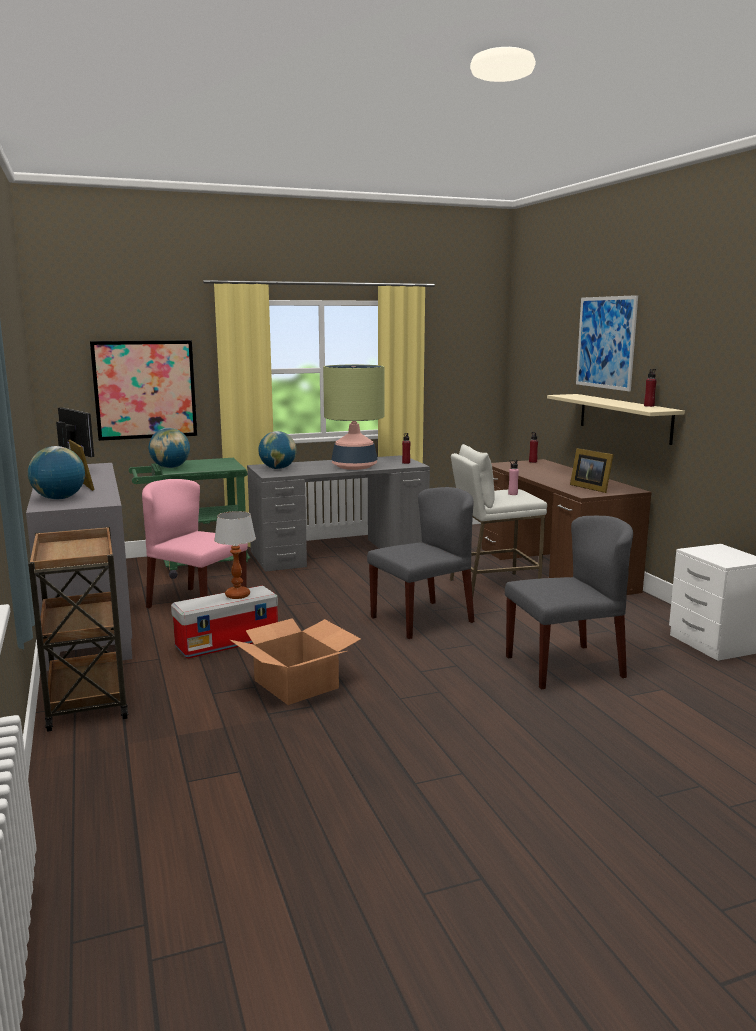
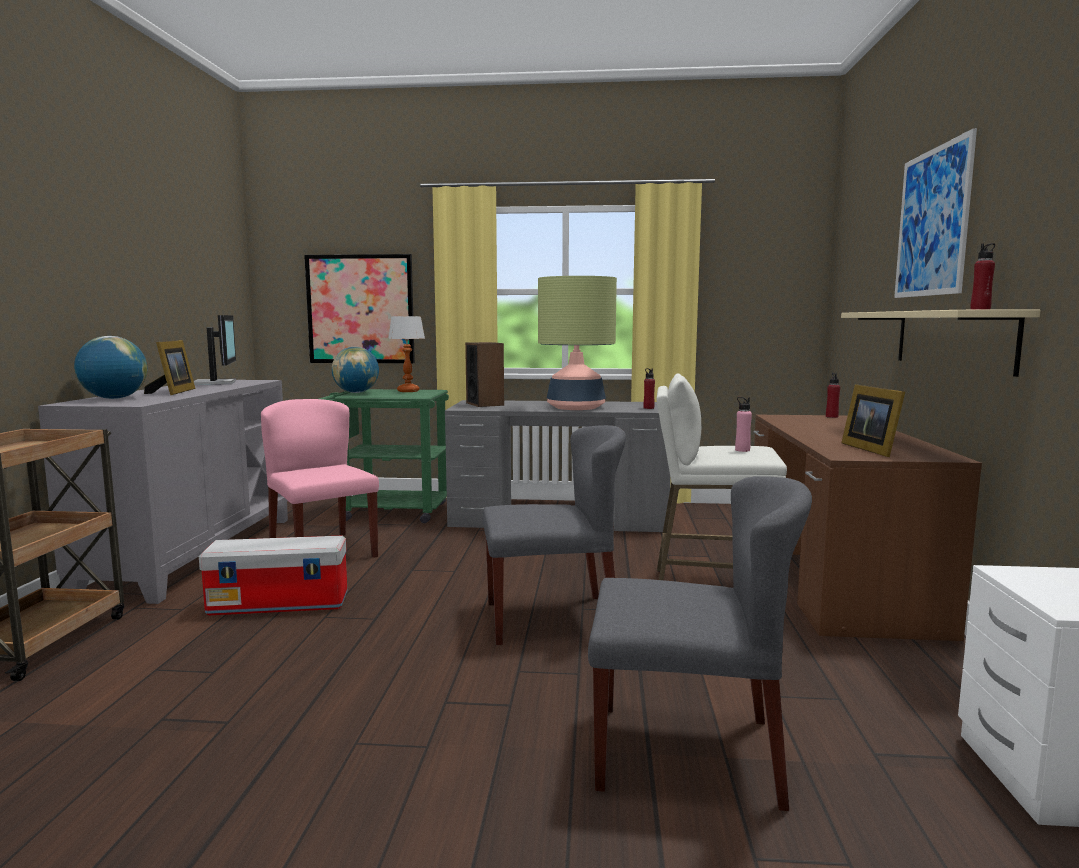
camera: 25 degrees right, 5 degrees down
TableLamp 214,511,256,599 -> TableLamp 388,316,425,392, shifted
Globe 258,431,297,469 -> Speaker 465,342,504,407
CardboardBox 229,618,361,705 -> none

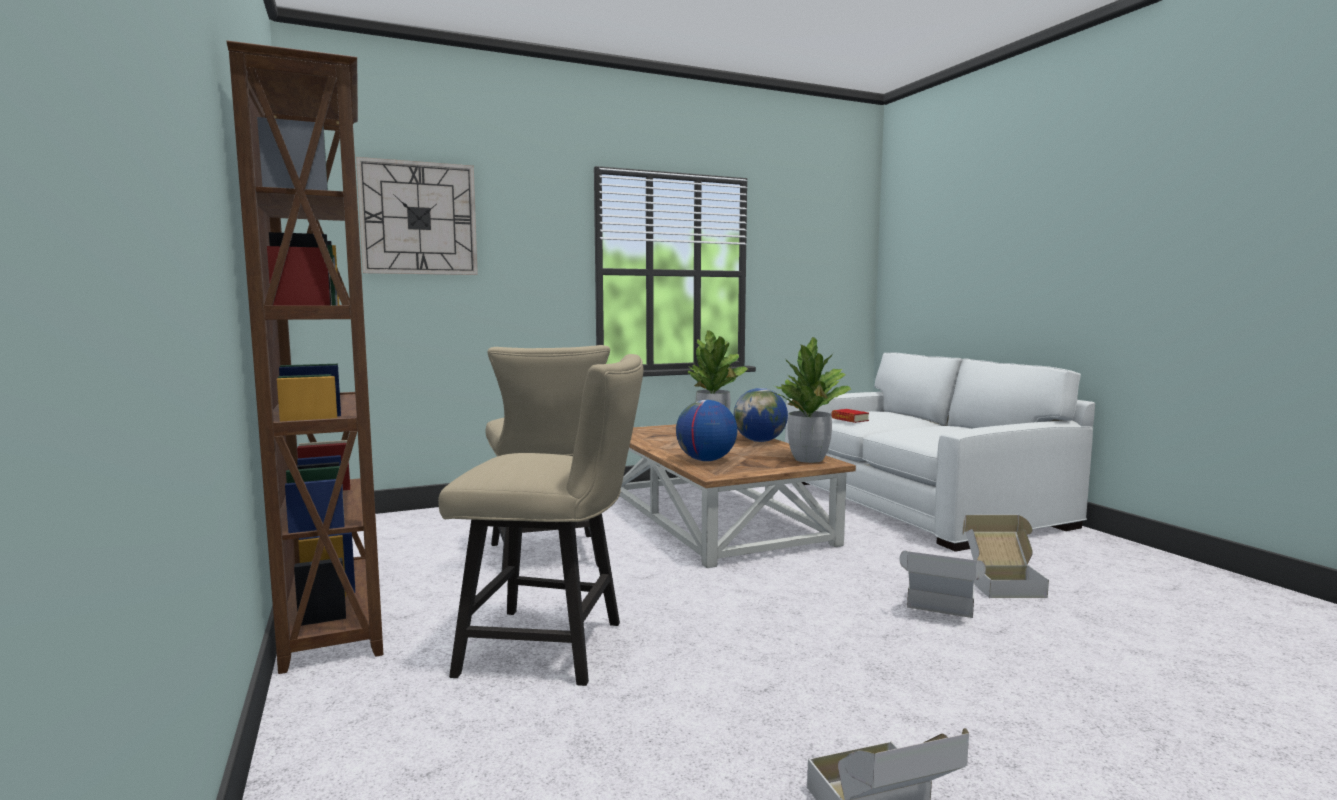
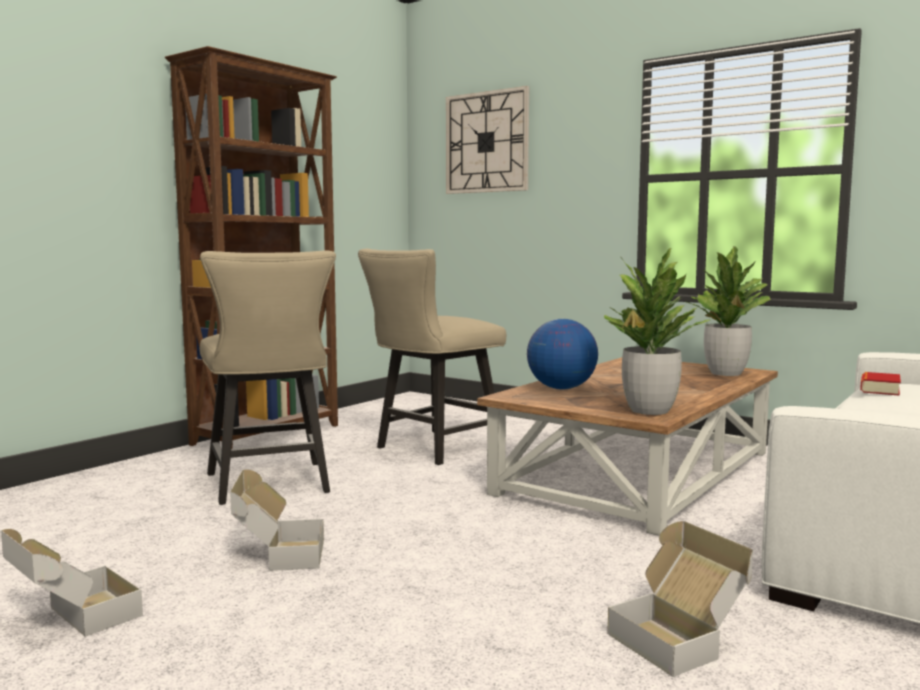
camera: 60 degrees right, 0 degrees up
CardboardBox 900,551,986,618 -> CardboardBox 230,470,324,571, shifted
Globe 734,388,788,442 -> none

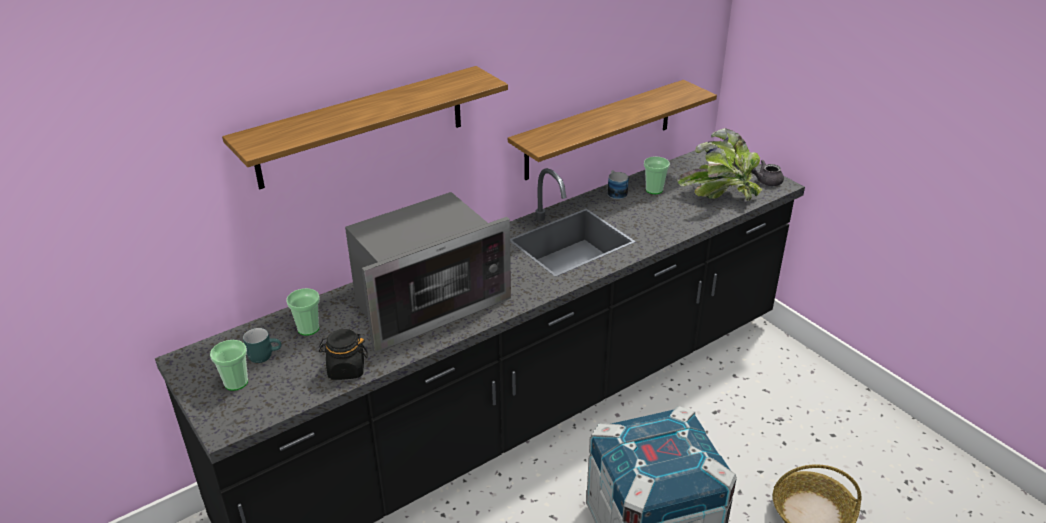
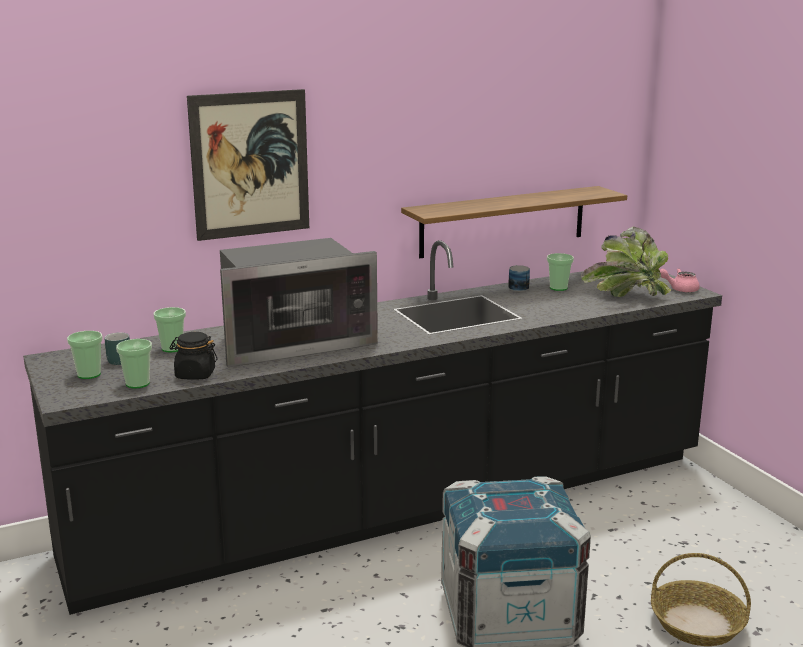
camera: 10 degrees right, 15 degrees down
none -> Cup 116,339,152,389
Shelf 222,66,508,189 -> Picture 187,89,309,241
GreyTeapot 751,160,784,186 -> PinkTeapot 660,268,700,292

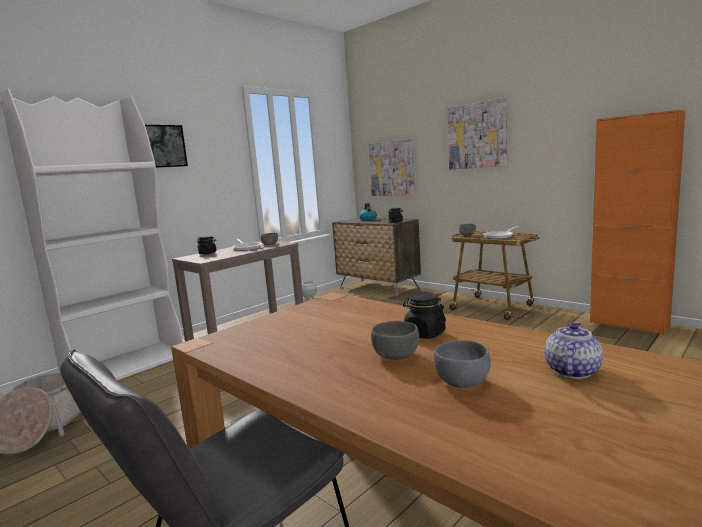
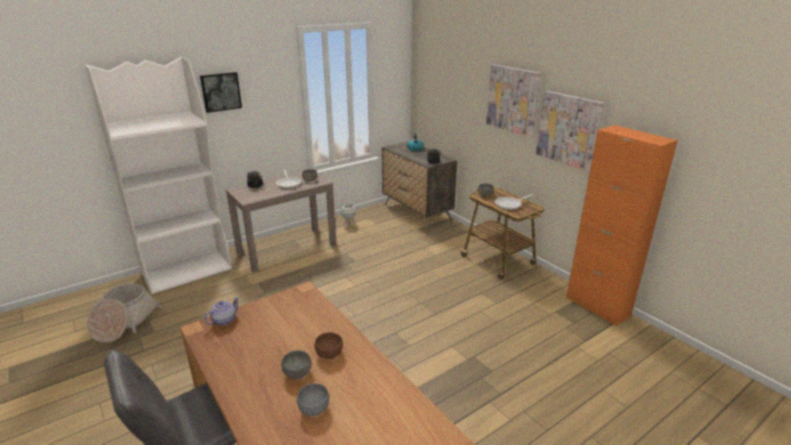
camera: 10 degrees right, 15 degrees up
Teapot 545,322,603,379 -> Teapot 204,297,239,326, shifted
BlackJar 403,293,446,339 -> BrownBowl 314,332,343,359
Picture 368,139,415,196 -> Picture 536,91,605,172, shifted

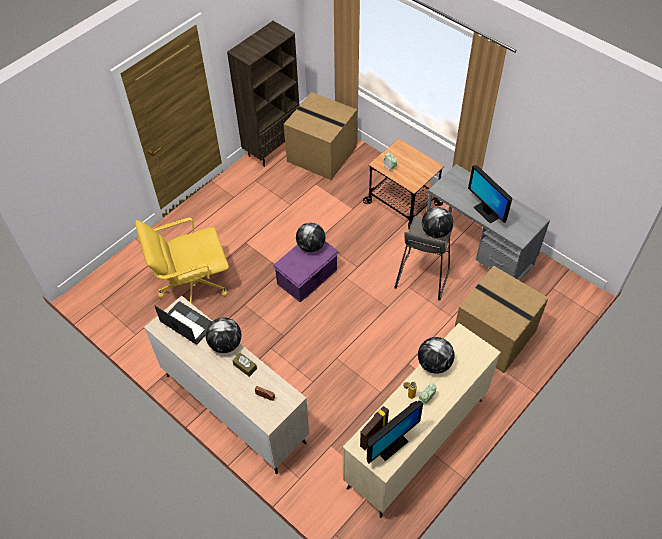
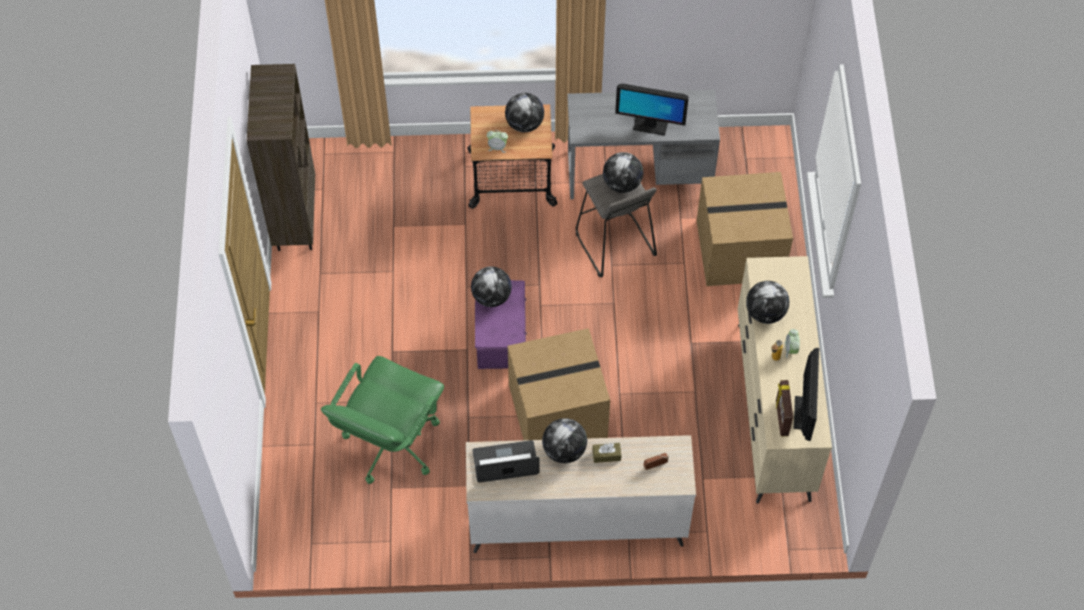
camera: 45 degrees left, 5 degrees up
YellowOfficeChair 135,218,229,304 -> GreenOfficeChair 321,356,444,484
none -> Globe 505,93,544,132
CardboardBox 284,92,357,180 -> CardboardBox 508,328,610,440, shifted

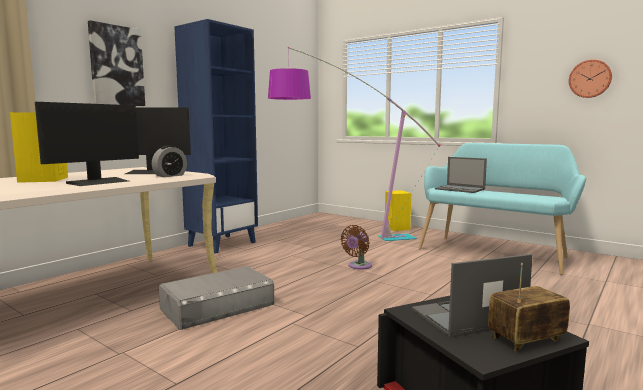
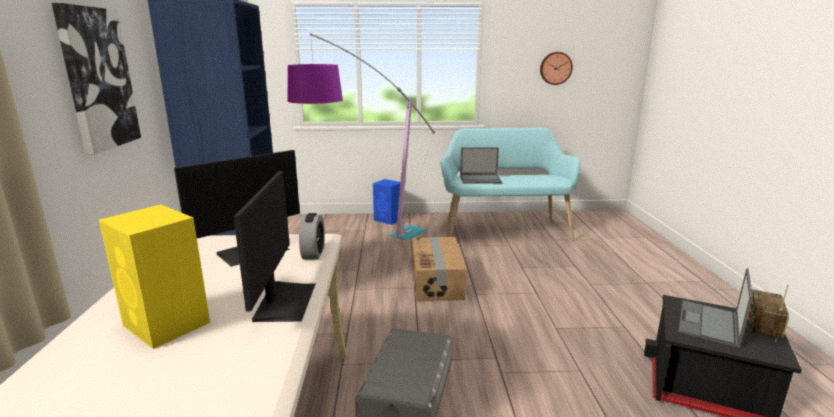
camera: 40 degrees left, 10 degrees up
YellowSpeaker 385,190,411,231 -> BlueSpeaker 373,179,403,225
BrownFan 341,225,372,270 -> CardboardBox 412,237,466,302

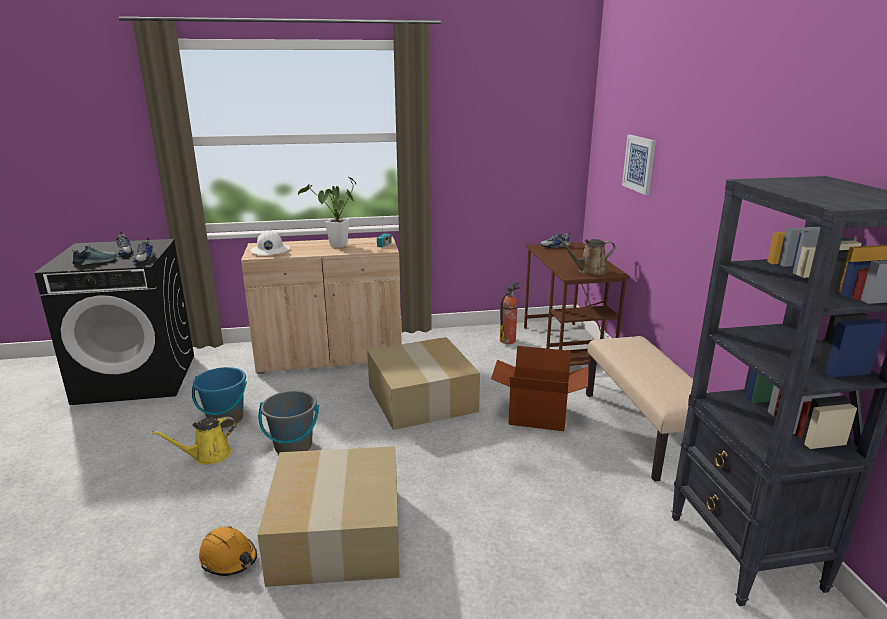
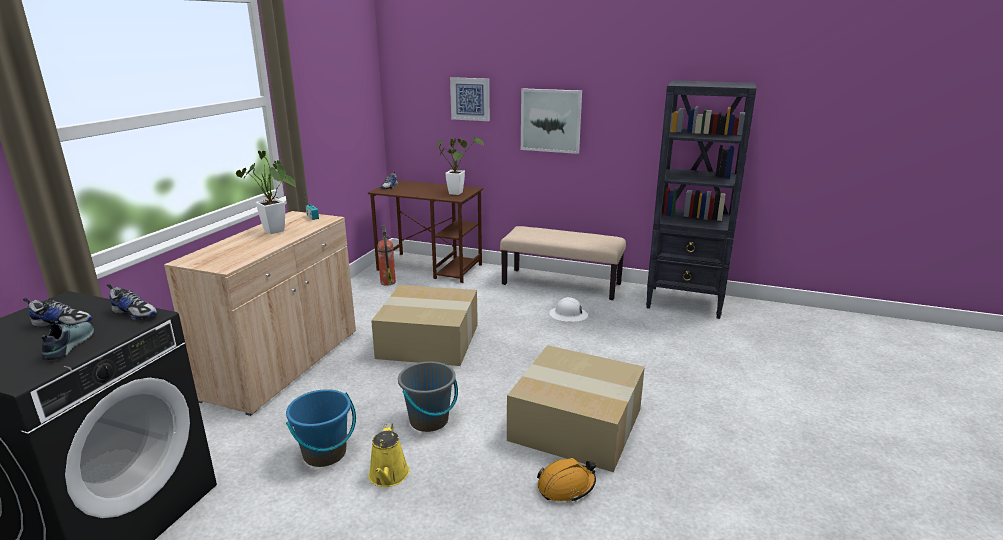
camera: 60 degrees left, 0 degrees up
BrownWateringCan 557,238,616,275 -> PottedPlant 436,136,484,195
none -> Picture 521,88,582,154
WhiteHardHat 250,230,290,255 -> WhiteHardHat 549,297,588,322, shifted
CardboardBox 491,346,589,431 -> none

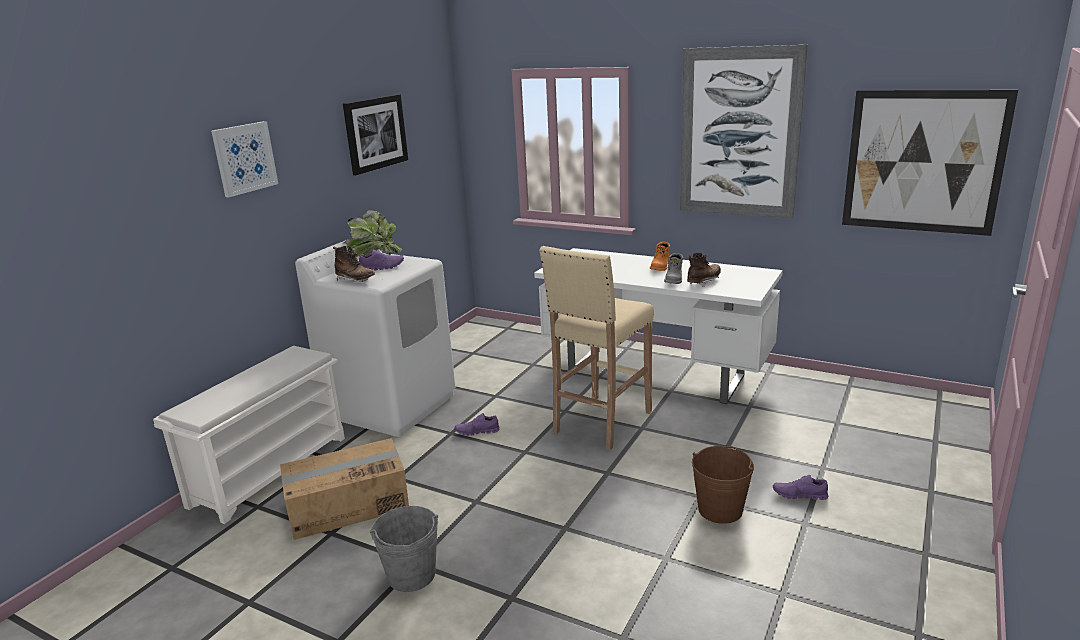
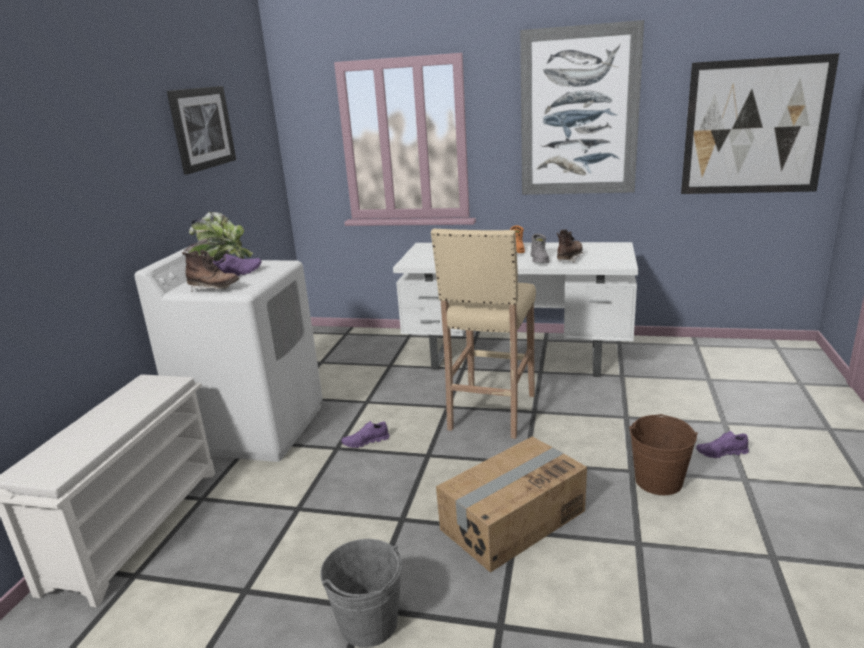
camera: 15 degrees left, 0 degrees up
CardboardBox 280,438,409,540 -> CardboardBox 436,437,587,573, shifted
Picture 211,121,278,197 -> none

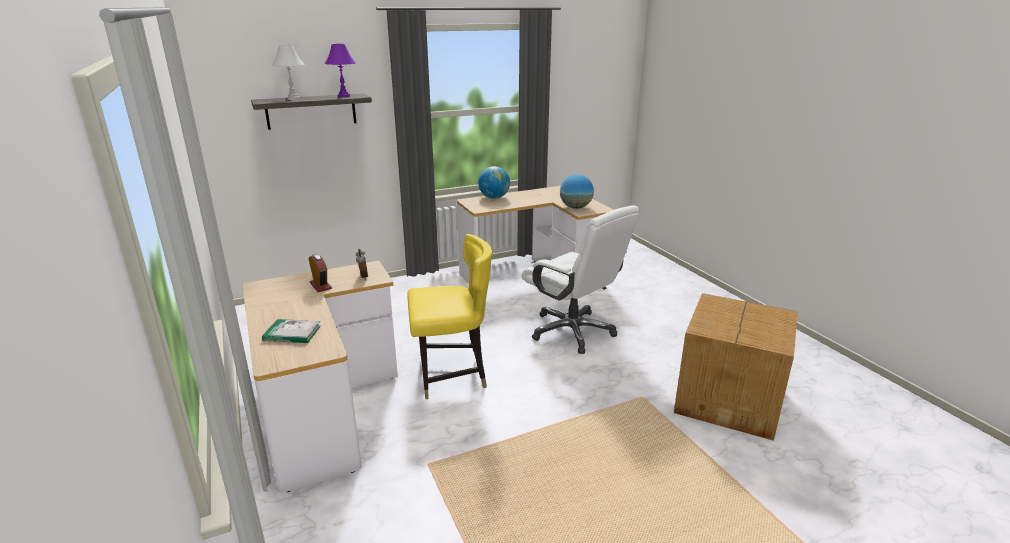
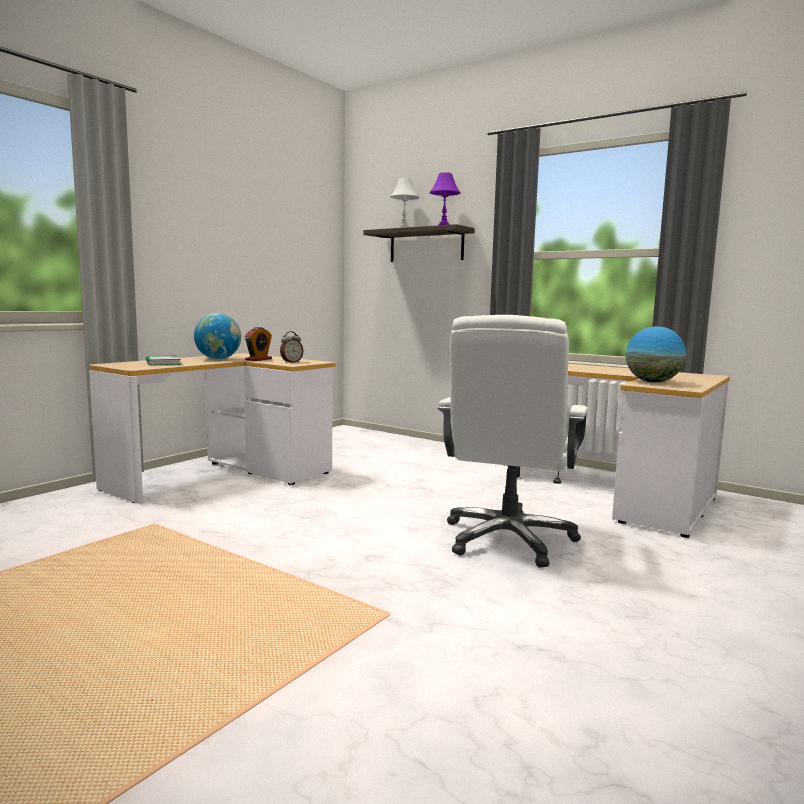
camera: 60 degrees right, 15 degrees down
Globe 478,166,510,199 -> Globe 194,313,241,359, shifted
YellowChair 407,234,492,399 -> none
CardboardBox 674,293,798,441 -> none

